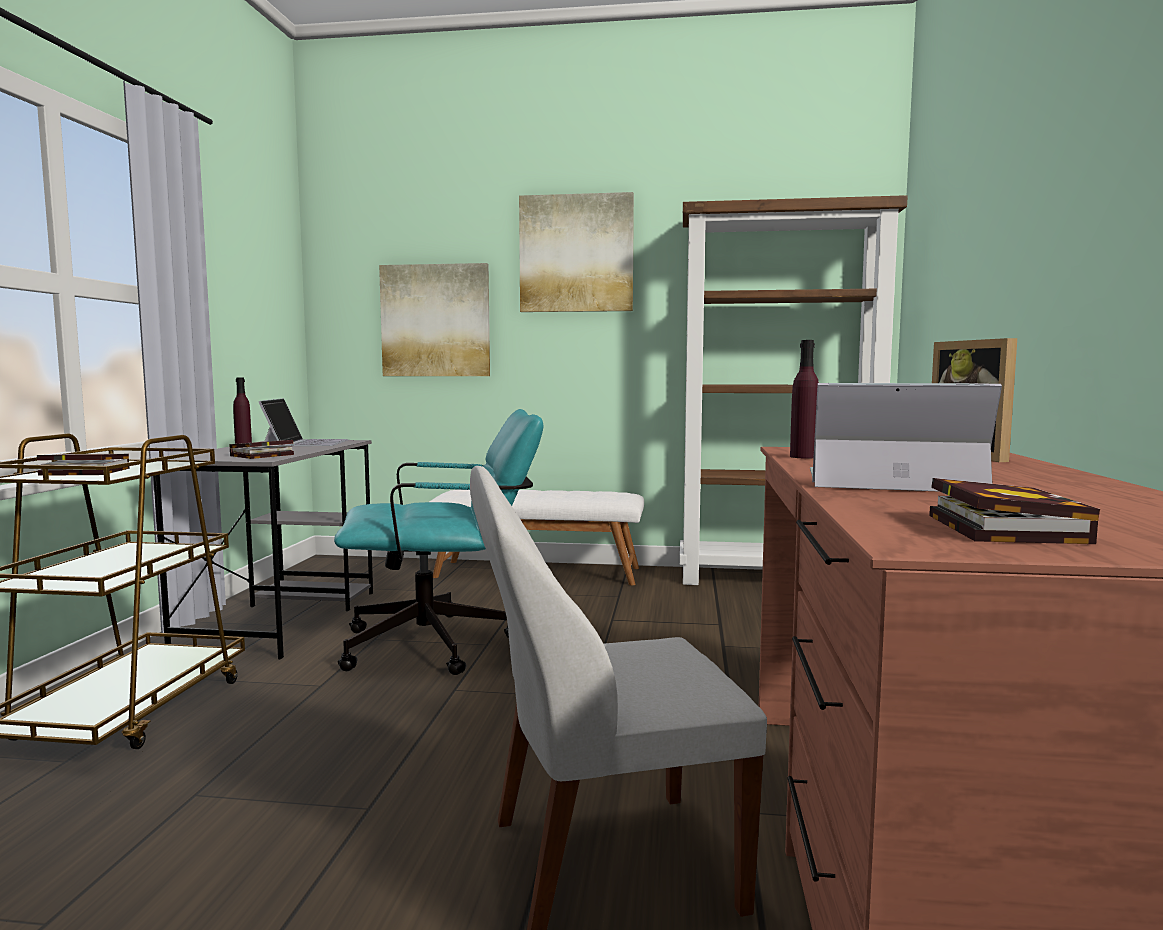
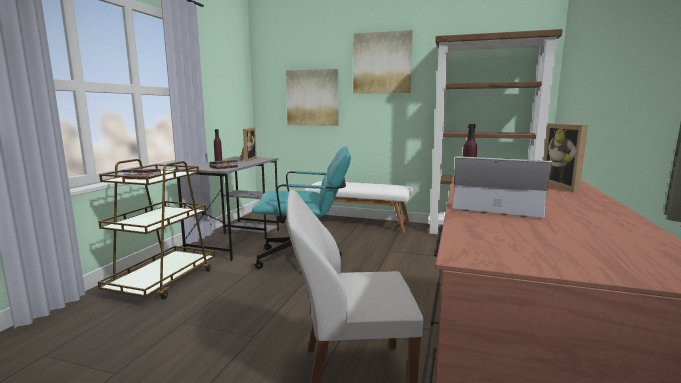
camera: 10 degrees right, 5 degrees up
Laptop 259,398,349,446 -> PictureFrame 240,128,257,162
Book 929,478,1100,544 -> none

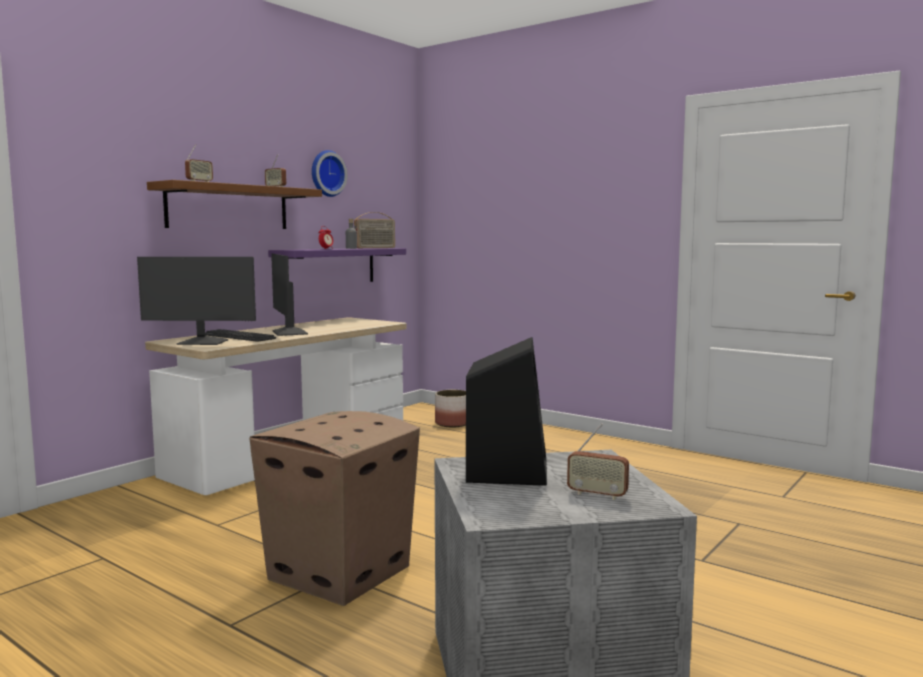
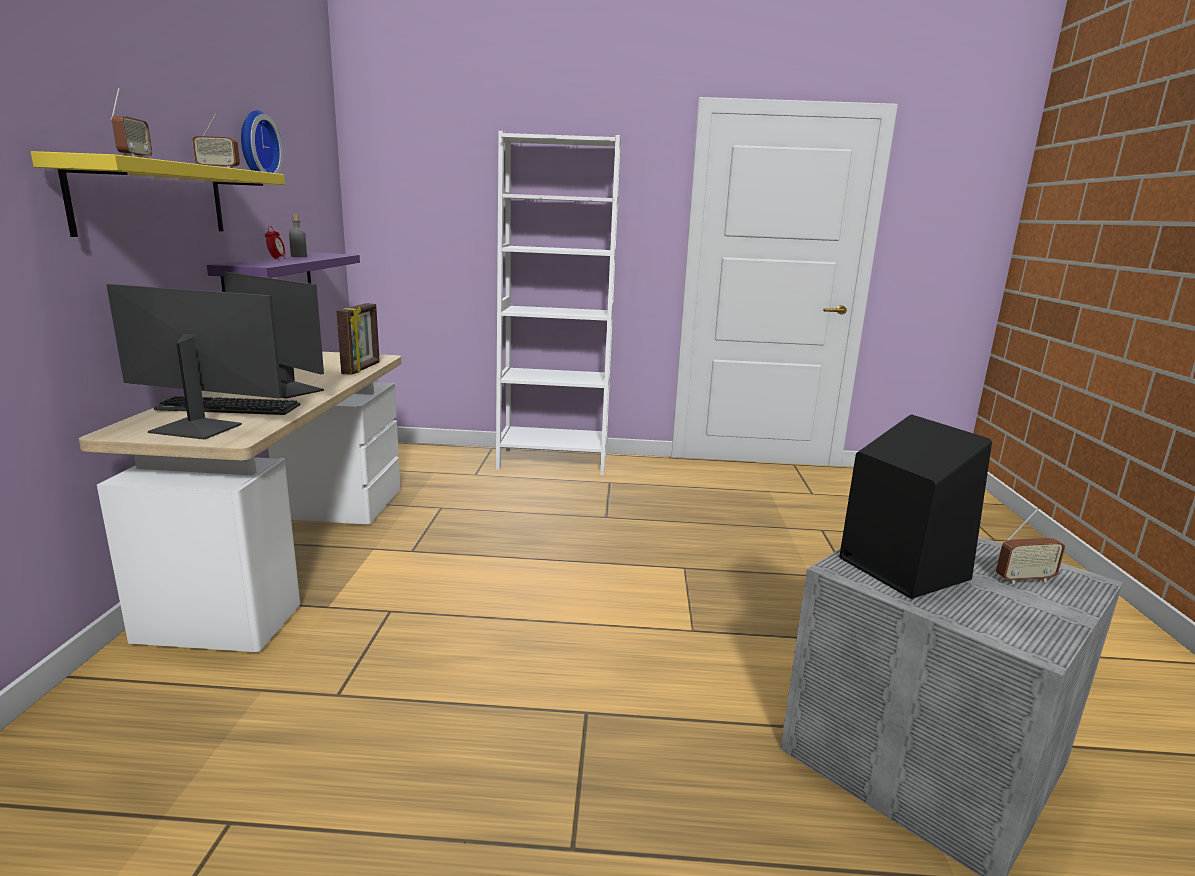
camera: 35 degrees left, 10 degrees up
BrownShelf 147,180,322,229 -> YellowShelf 31,151,285,237
Monitor 137,257,256,345 -> Monitor 106,284,282,440, 135 degrees counterclockwise
none -> PictureFrame 336,303,380,375
none -> WhiteBookcase 496,131,621,475
CardboardBox 249,411,420,606 -> none
Radio 354,212,395,248 -> none
Planter 435,390,466,427 -> none

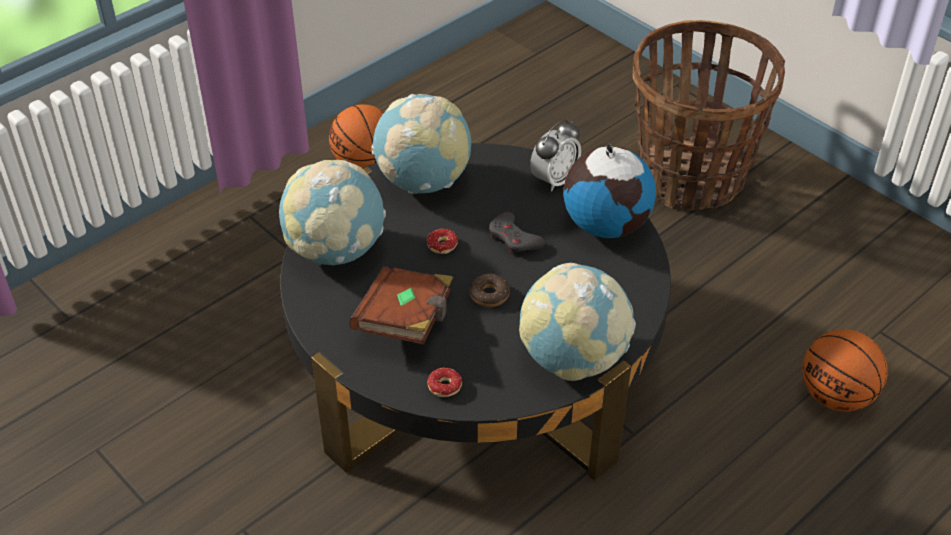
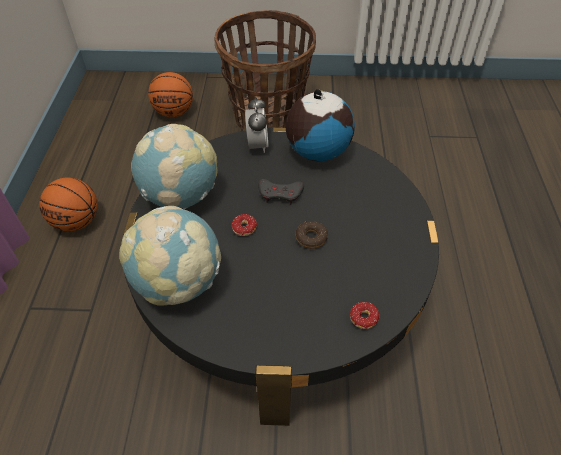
camera: 45 degrees left, 5 degrees up
Basketball 802,329,888,412 -> Basketball 148,72,193,117, shifted
BrownBook 349,266,453,345 -> none
Globe 519,263,636,381 -> none

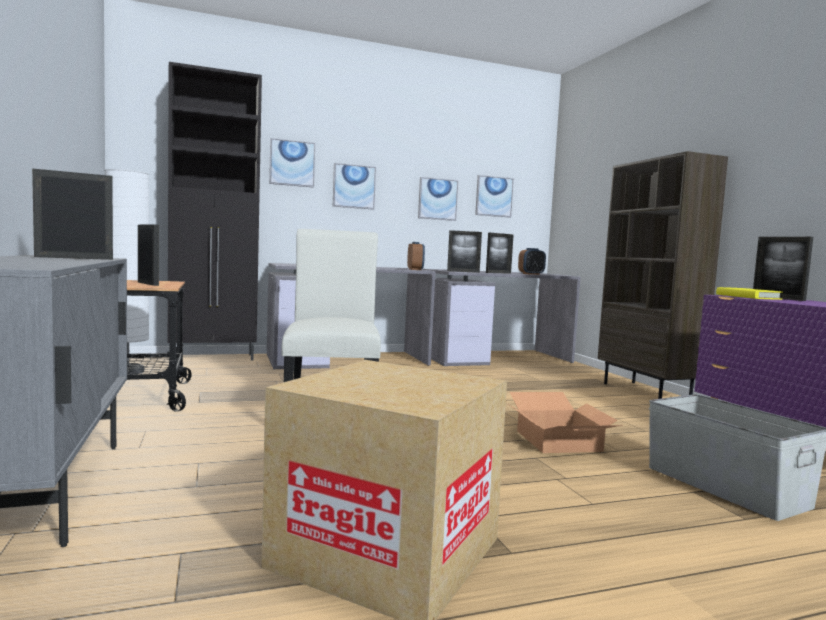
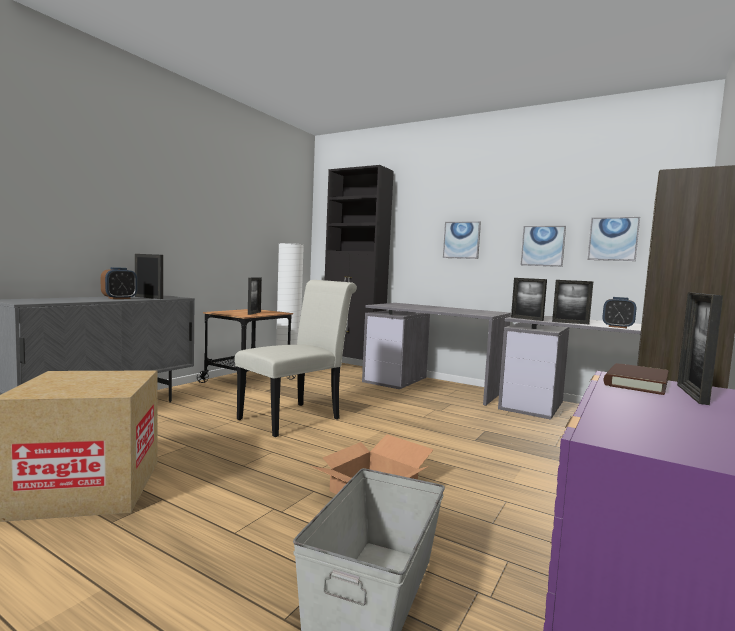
camera: 50 degrees right, 0 degrees up
AlarmClock 407,242,425,270 -> AlarmClock 101,267,137,299, shifted
YellowBook 716,287,783,300 -> BrownBook 604,363,669,395
Picture 269,138,315,188 -> none

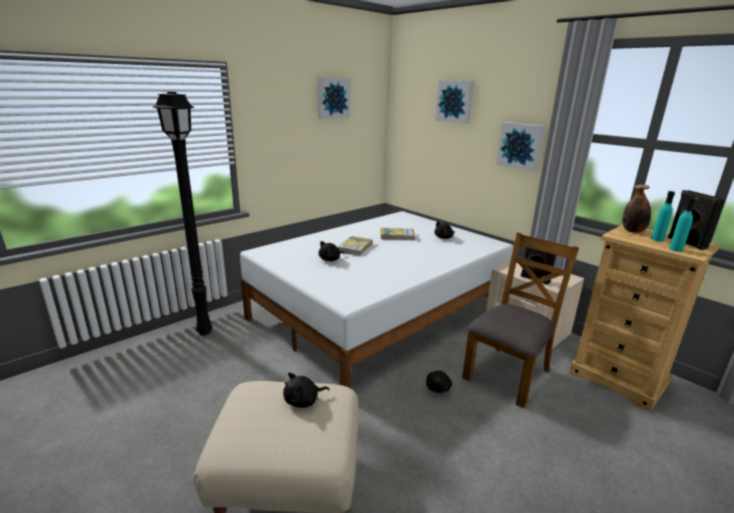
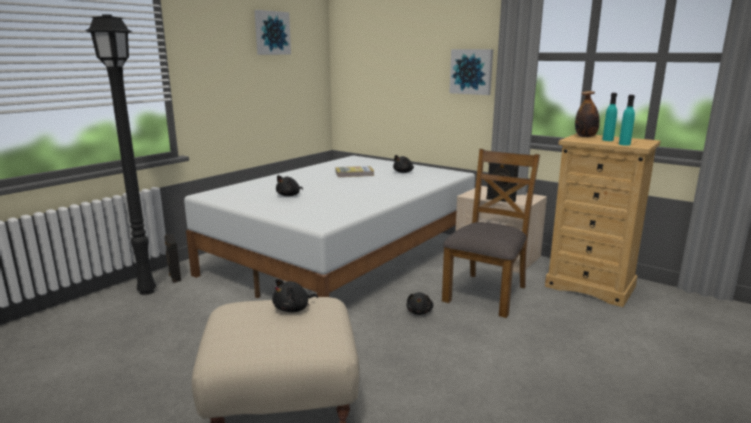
camera: 10 degrees left, 5 degrees down
BlackSpeaker 668,190,725,250 -> BlackSpeaker 165,234,181,283, shifted
Book 337,236,373,256 -> none
Picture 435,80,474,124 -> none

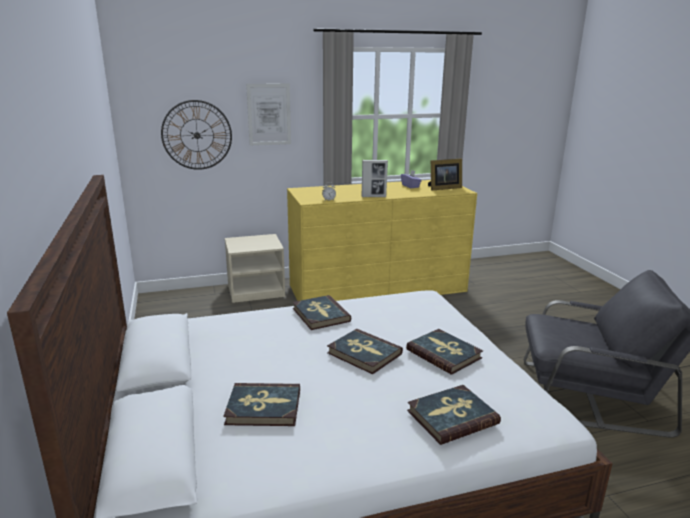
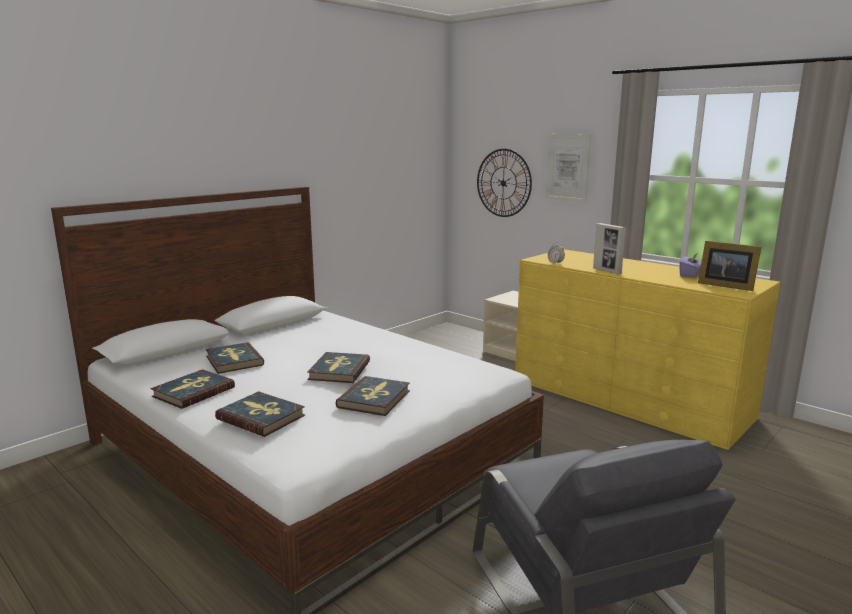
camera: 60 degrees right, 5 degrees down
Book 292,295,351,330 -> Book 151,369,235,409, shifted

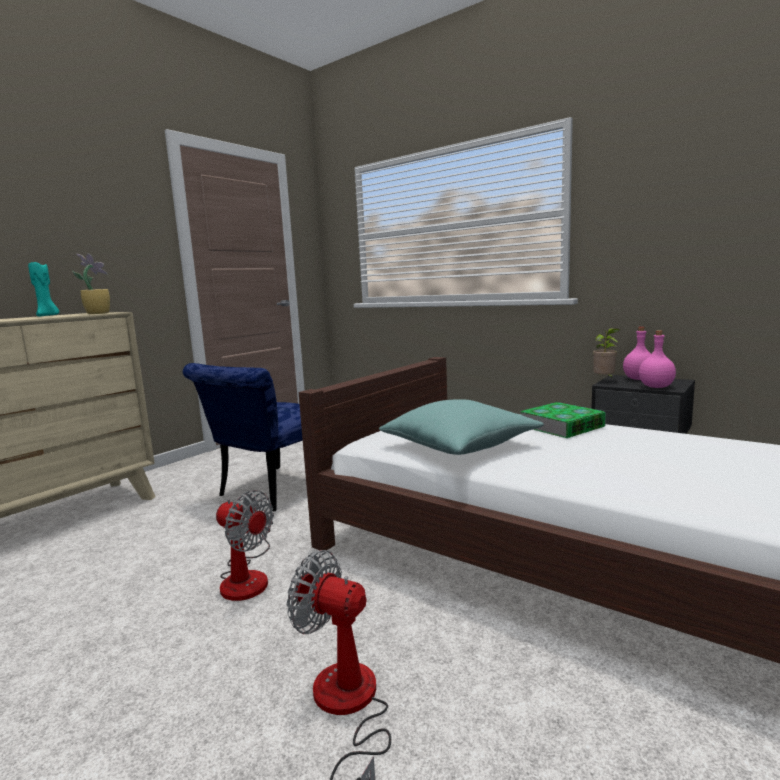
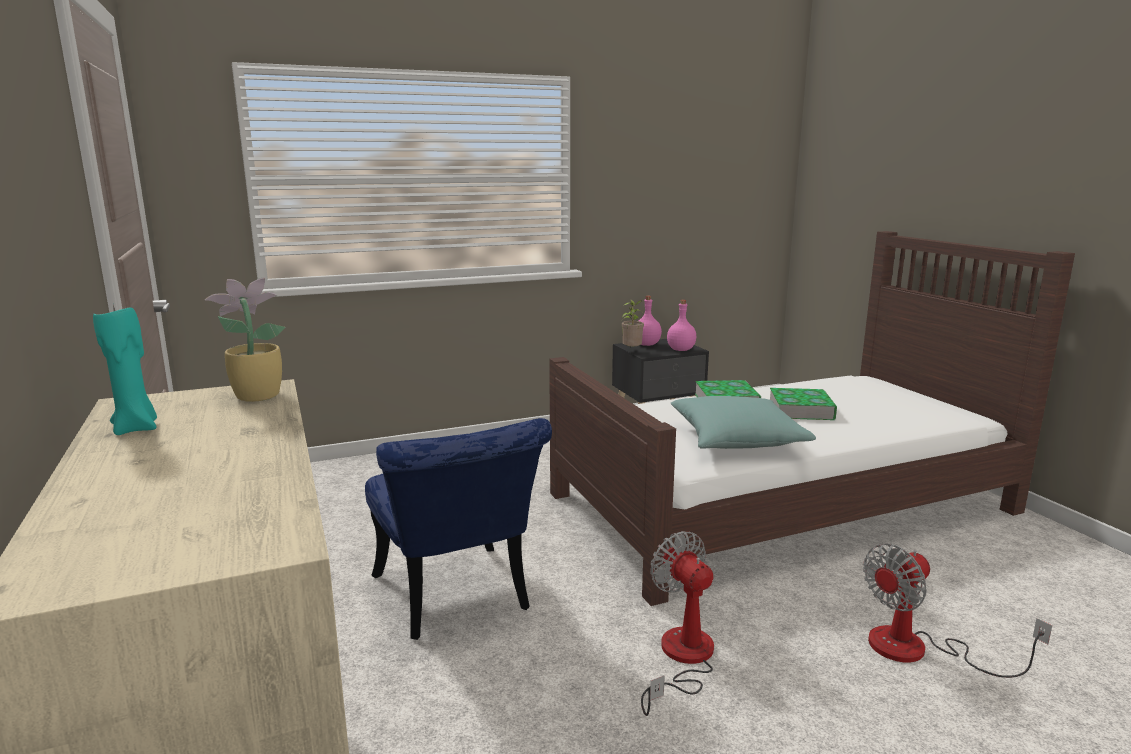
camera: 60 degrees left, 5 degrees up
Fan 216,490,274,601 -> Fan 641,531,714,716, 90 degrees counterclockwise
none -> Book 770,388,837,420

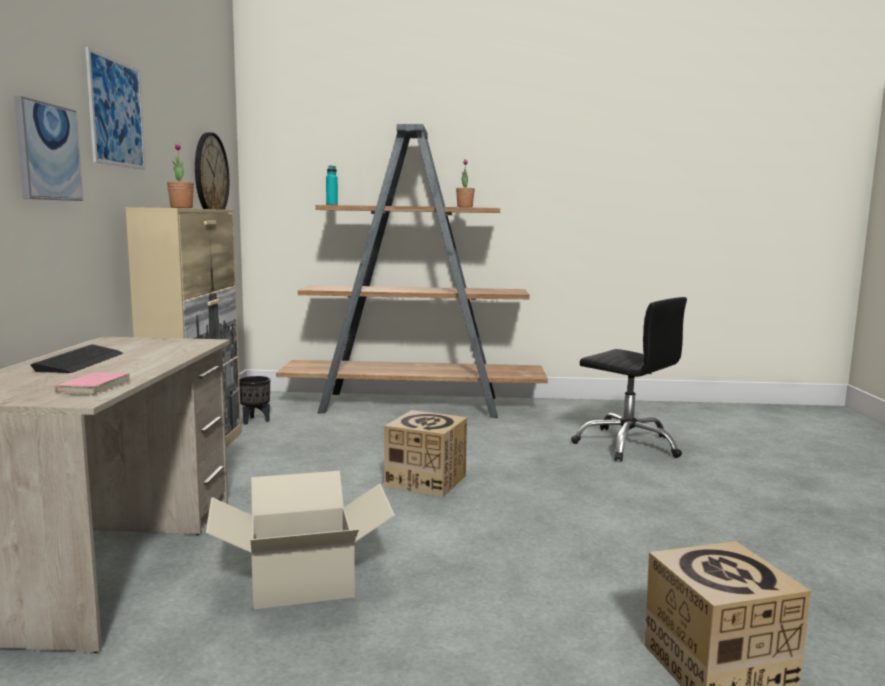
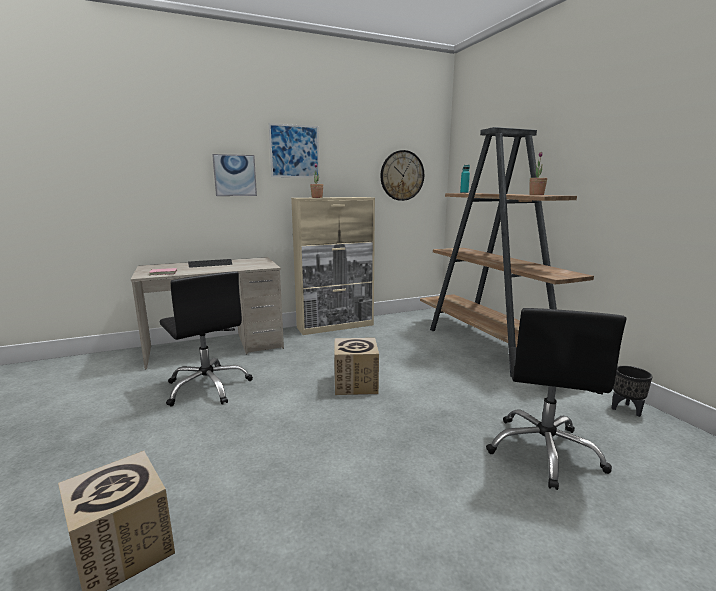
camera: 65 degrees right, 5 degrees up
CardboardBox 206,471,395,609 -> BlackOfficeChair 160,271,253,406
BlackPlanter 239,376,270,425 -> BlackPlanter 612,366,653,417, shifted

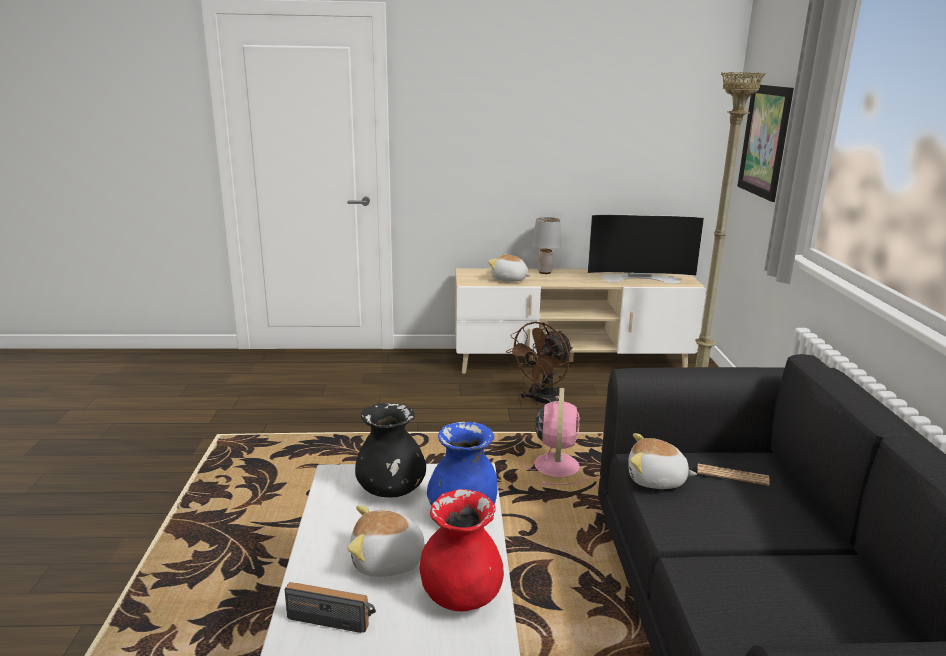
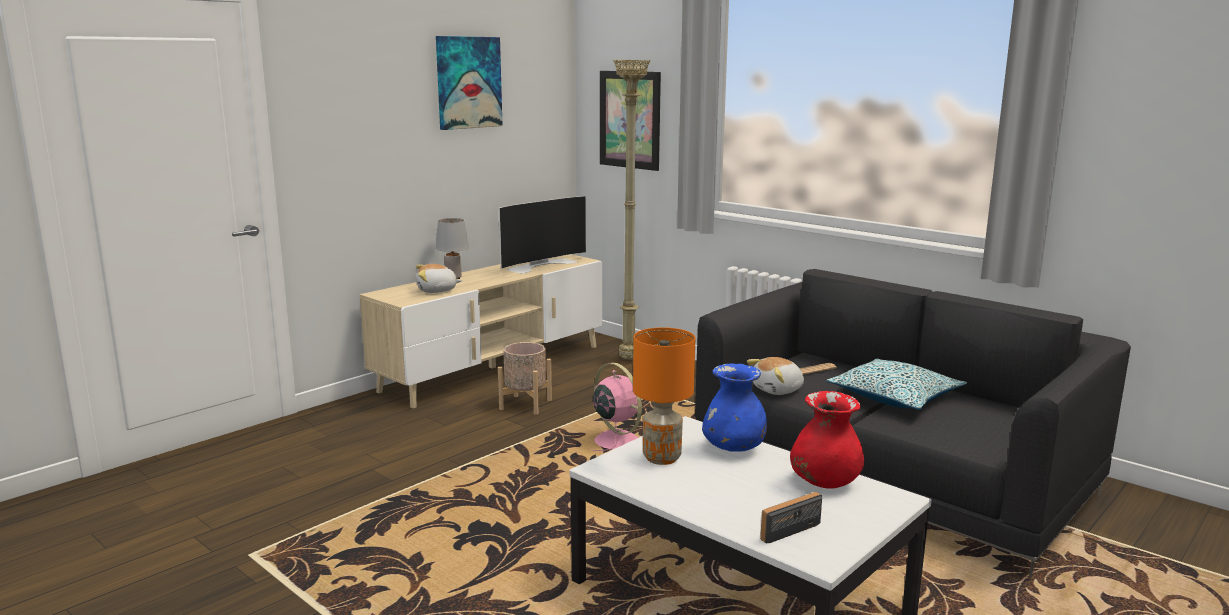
camera: 45 degrees left, 5 degrees down
none -> Picture 436,36,503,130
BrownFan 506,321,573,405 -> BeigePlanter 498,342,552,415
BlackVase 355,403,426,497 -> OrangeTableLamp 633,327,695,465
none -> Pillow 826,359,967,410
PlushToy 347,505,426,577 -> none

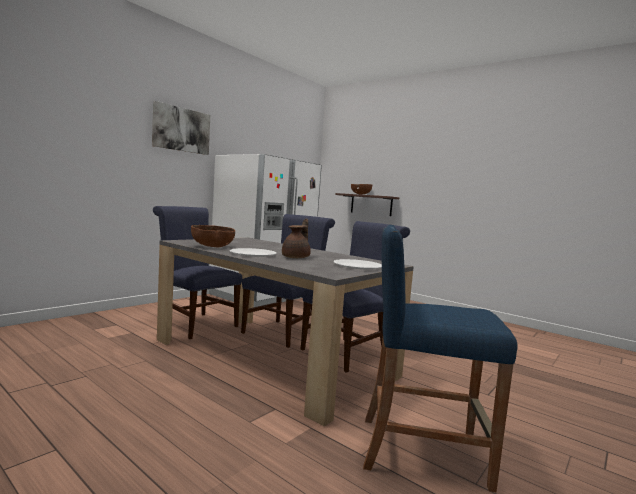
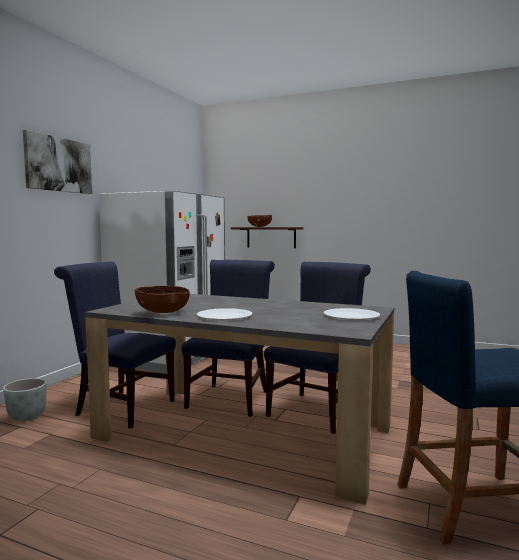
camera: 15 degrees left, 0 degrees up
none -> GreyPlanter 3,378,47,422
BrownTeapot 282,219,311,258 -> none

